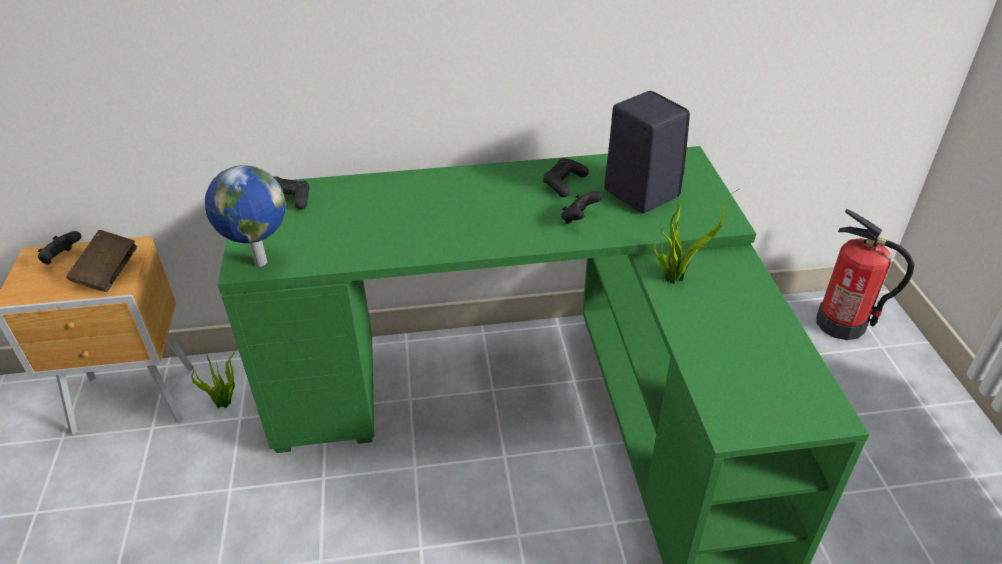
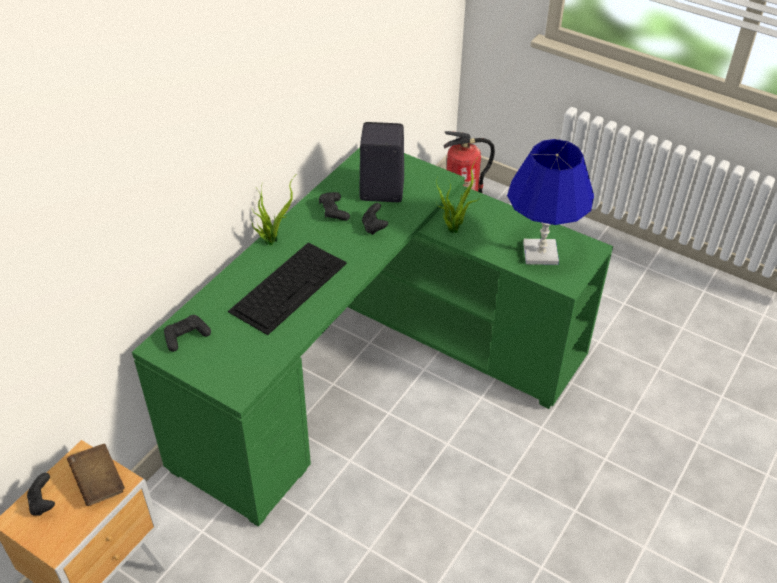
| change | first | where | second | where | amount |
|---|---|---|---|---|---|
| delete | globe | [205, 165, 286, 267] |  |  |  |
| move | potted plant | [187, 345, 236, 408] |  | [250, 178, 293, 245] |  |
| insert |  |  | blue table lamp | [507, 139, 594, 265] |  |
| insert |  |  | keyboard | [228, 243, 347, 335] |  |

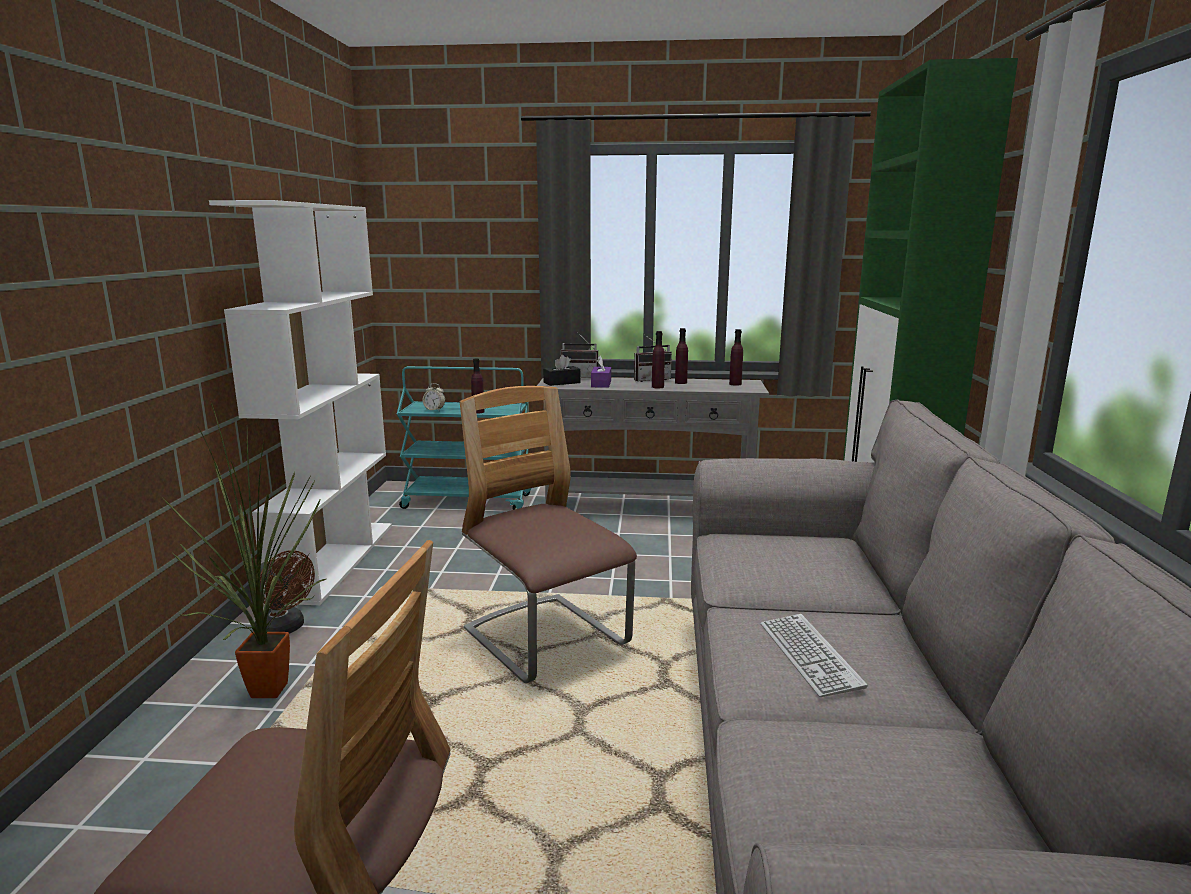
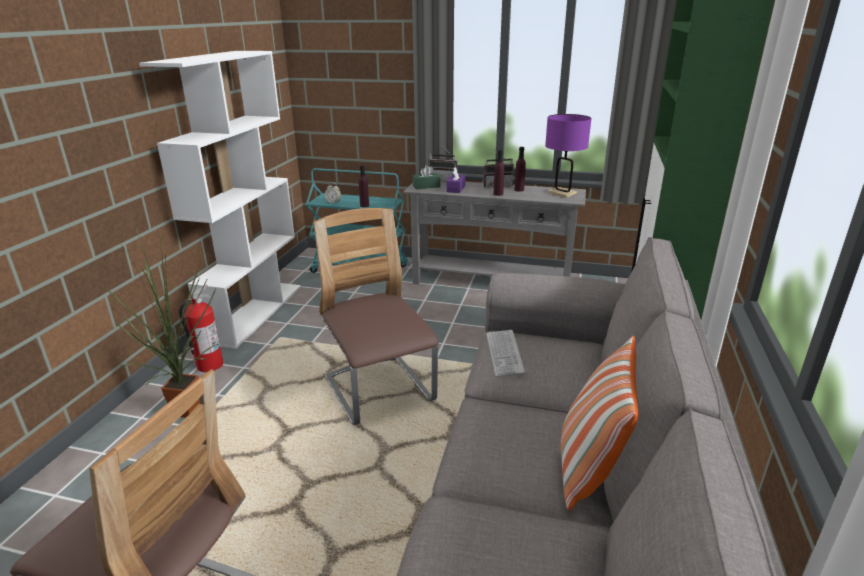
| change | first | where | second | where | amount |
|---|---|---|---|---|---|
| replace | purple bottle | [729, 329, 743, 386] | purple table lamp | [545, 114, 592, 198] |  |
| recolor | black tissue box | [543, 355, 580, 386] | green tissue box | [412, 165, 441, 189] |  |
| replace | brown fan | [255, 550, 315, 634] | fire extinguisher | [179, 285, 223, 372] |  |
| move | keyboard | [761, 614, 867, 697] |  | [486, 330, 525, 377] |  |
| insert |  |  | pillow | [561, 336, 639, 510] |  |

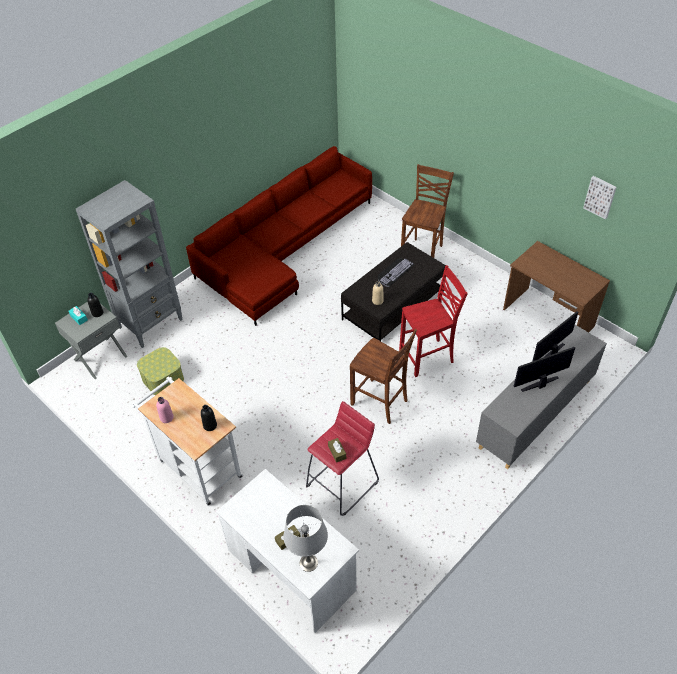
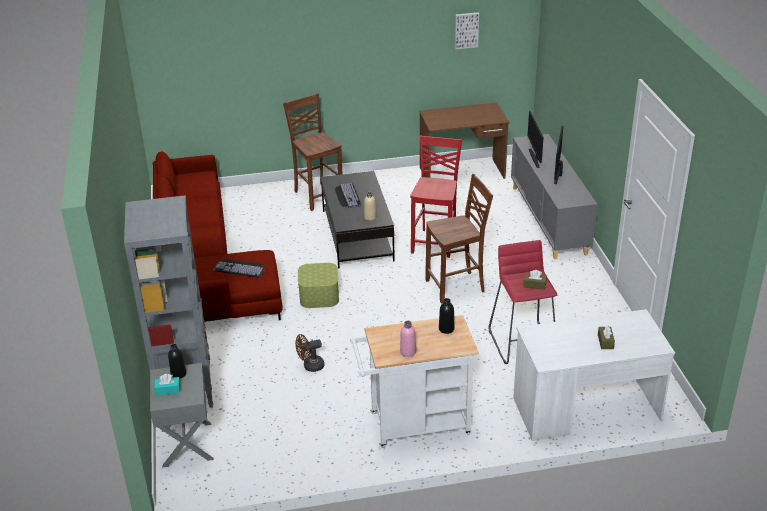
| change | first | where | second | where | amount |
|---|---|---|---|---|---|
| move | storage box | [137, 347, 184, 396] |  | [298, 263, 339, 308] |  |
| delete | grey table lamp | [283, 505, 328, 572] |  |  |  |
| insert |  |  | keyboard | [213, 259, 265, 277] |  |
| insert |  |  | brown fan | [295, 334, 324, 372] |  |

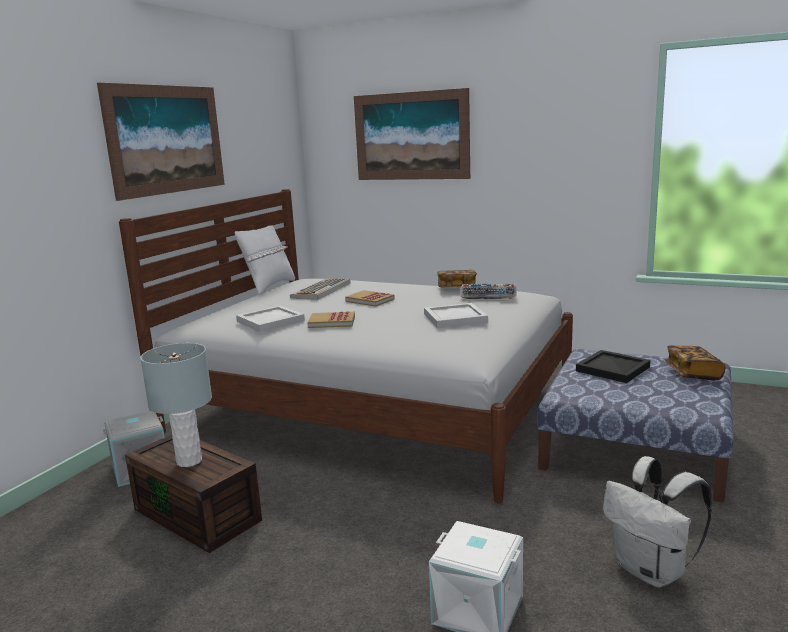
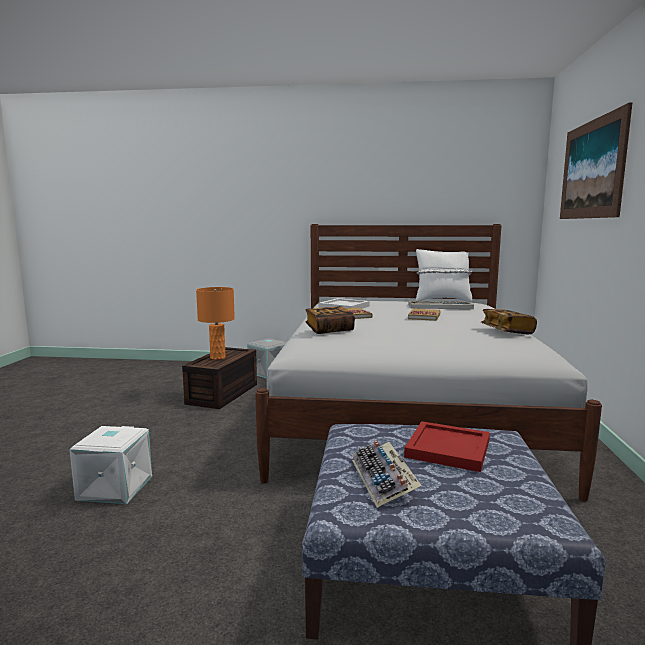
| change | first | where | second | where | amount |
|---|---|---|---|---|---|
| delete | picture | [97, 83, 225, 201] |  |  |  |
| move | keyboard | [460, 284, 517, 300] |  | [352, 441, 422, 508] |  |
| delete | white tray | [424, 303, 488, 328] |  |  |  |
| recolor | grey table lamp | [140, 343, 212, 467] | orange table lamp | [196, 287, 235, 360] |  |
| move | book | [665, 345, 726, 380] |  | [305, 306, 355, 334] |  |
| recolor | black tray | [576, 350, 651, 383] | red tray | [404, 421, 490, 472] |  |
| delete | white backpack | [603, 456, 712, 588] |  |  |  |

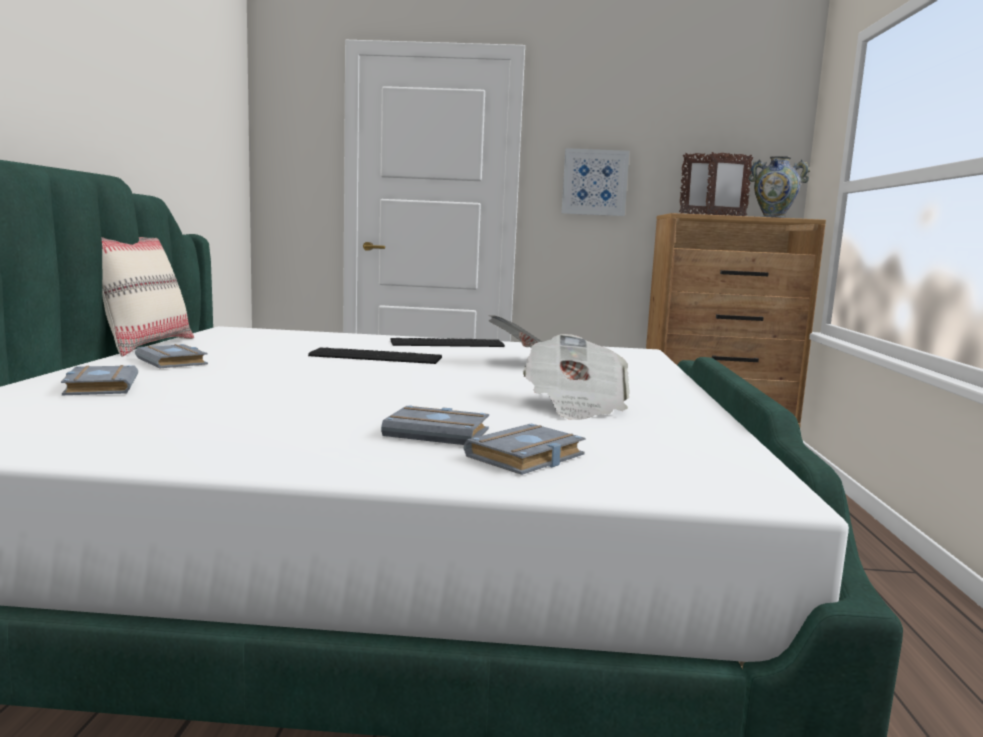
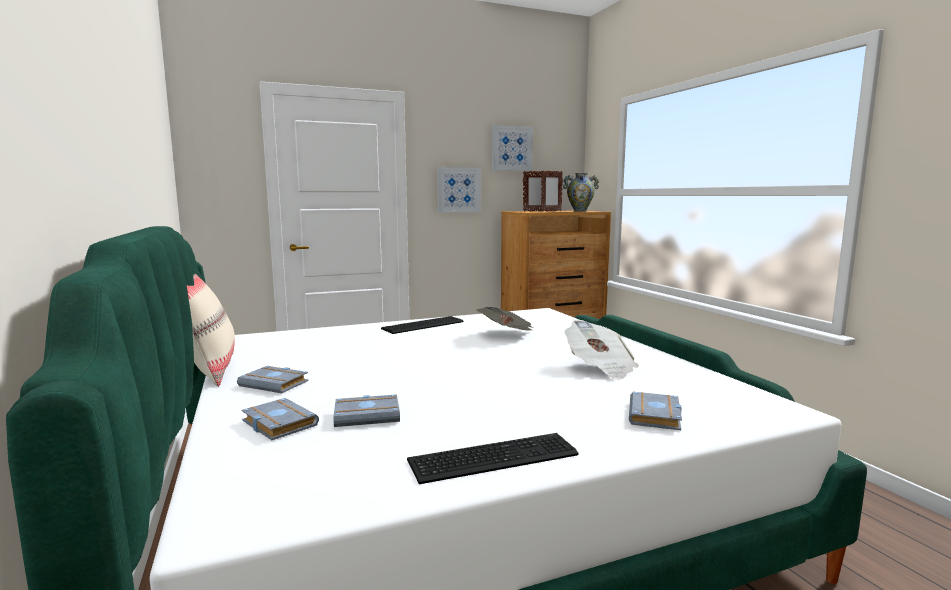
| change | first | where | second | where | amount |
|---|---|---|---|---|---|
| move | keyboard | [308, 348, 442, 364] |  | [407, 433, 578, 484] |  |
| move | grey book | [381, 405, 489, 445] |  | [333, 394, 400, 427] |  |
| insert |  |  | picture | [492, 125, 533, 171] |  |

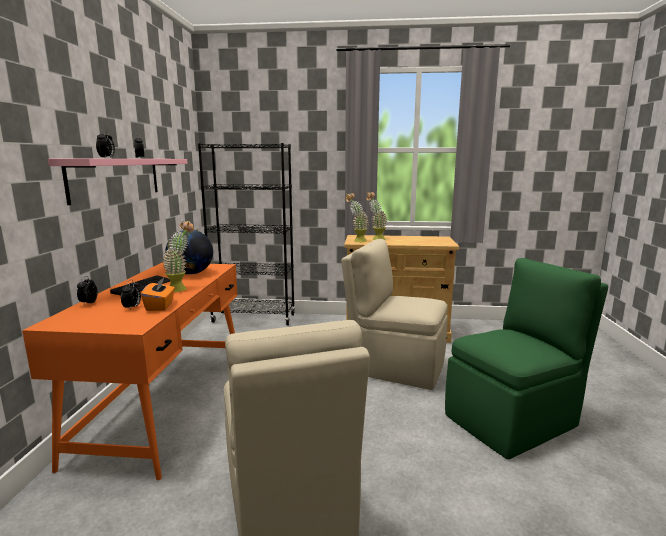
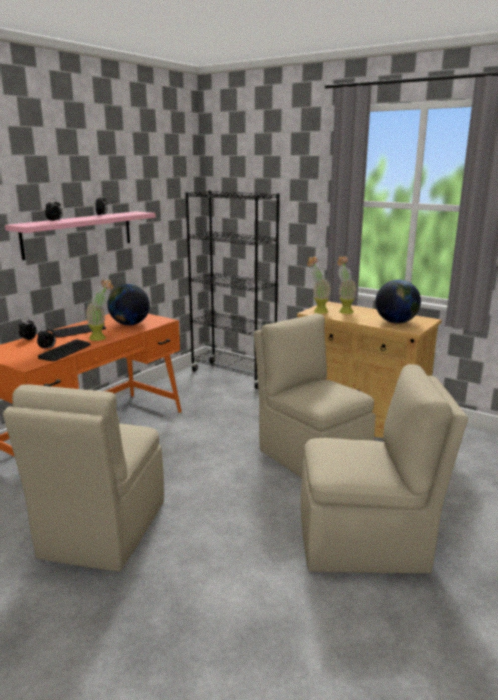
| change | first | where | second | where | amount |
|---|---|---|---|---|---|
| recolor | green chair | [445, 258, 608, 459] | beige chair | [301, 364, 468, 573] |  |
| replace | orange tissue box | [141, 278, 175, 311] | keyboard | [38, 339, 91, 361] |  |
| insert |  |  | globe | [375, 280, 421, 324] |  |

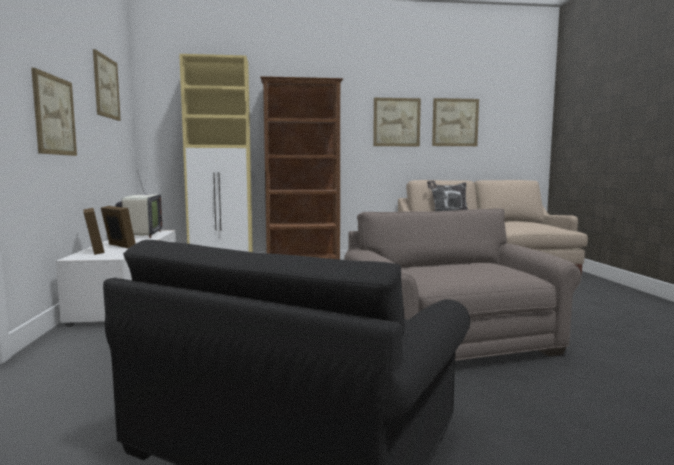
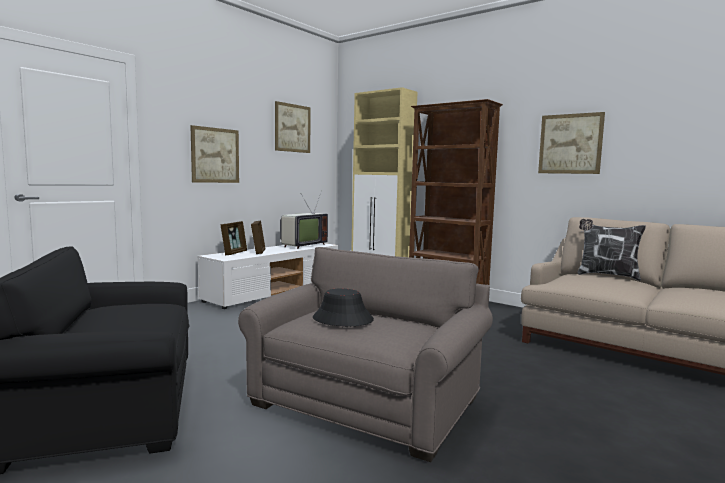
| change | first | where | second | where | amount |
|---|---|---|---|---|---|
| delete | picture | [432, 98, 479, 146] |  |  |  |
| insert |  |  | black hat | [313, 288, 374, 327] |  |

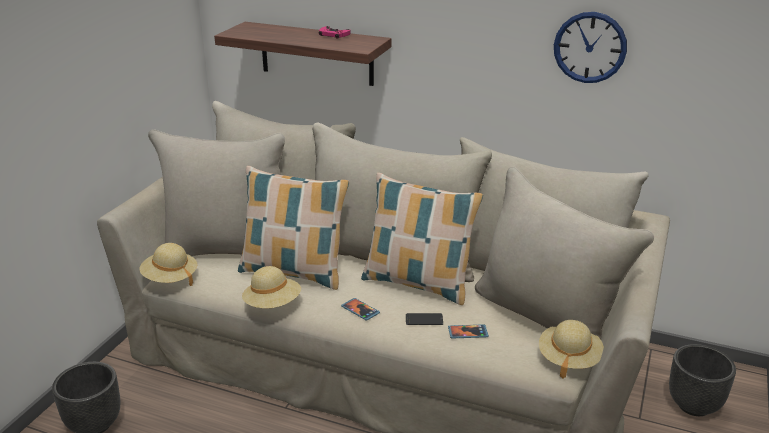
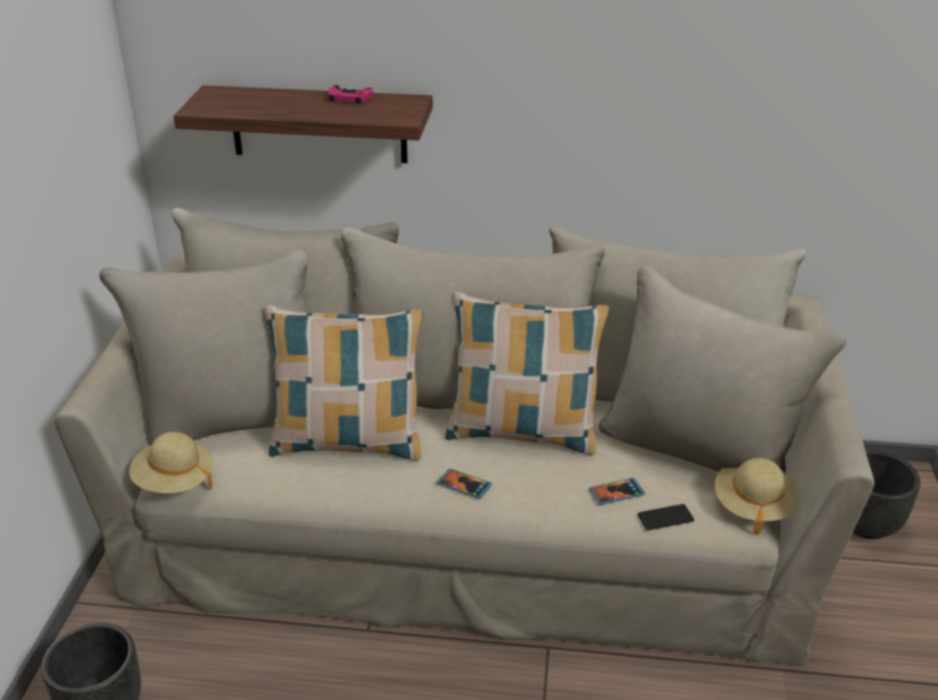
| change | first | where | second | where | amount |
|---|---|---|---|---|---|
| delete | wall clock | [554, 12, 627, 83] |  |  |  |
| delete | beige hat | [242, 266, 301, 308] |  |  |  |
| move | phone | [406, 313, 443, 325] |  | [638, 504, 694, 530] |  |

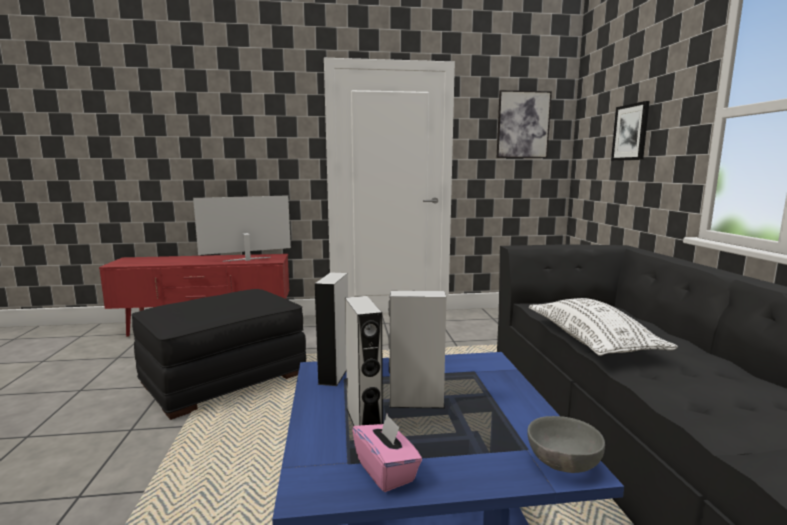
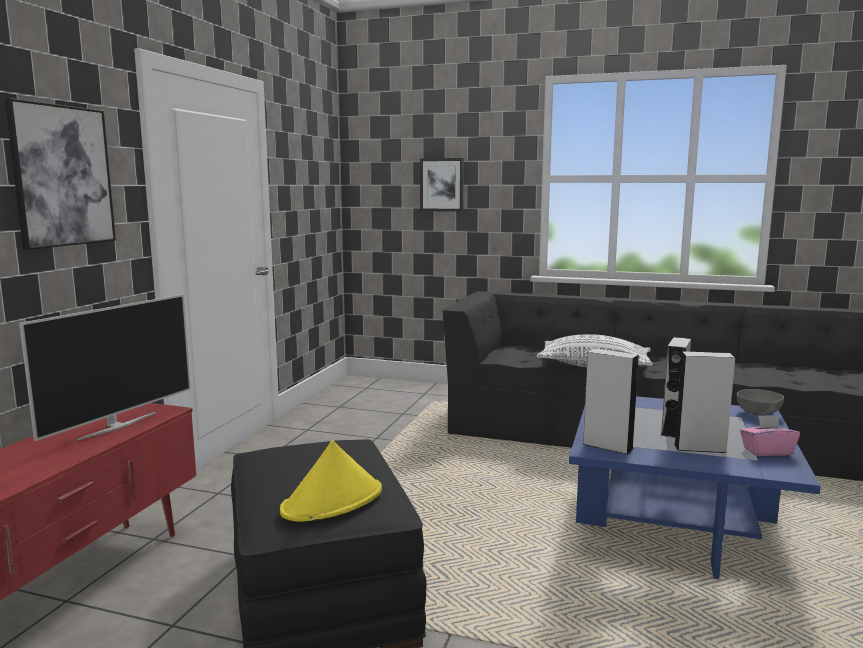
| change | first | where | second | where | amount |
|---|---|---|---|---|---|
| move | picture | [497, 90, 552, 158] |  | [5, 98, 116, 250] |  |
| rotate | television | [193, 195, 291, 262] |  | [19, 294, 191, 441] | 150 degrees counterclockwise |
| insert |  |  | yellow hat | [280, 440, 382, 522] |  |

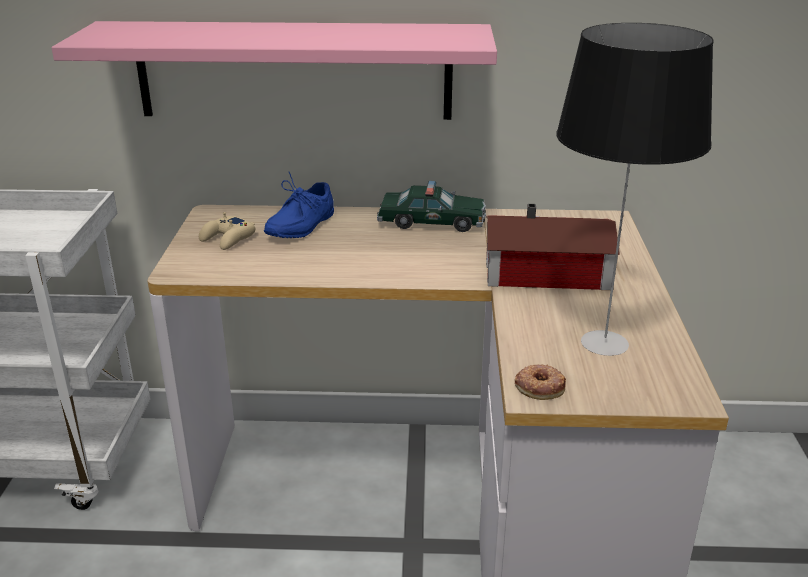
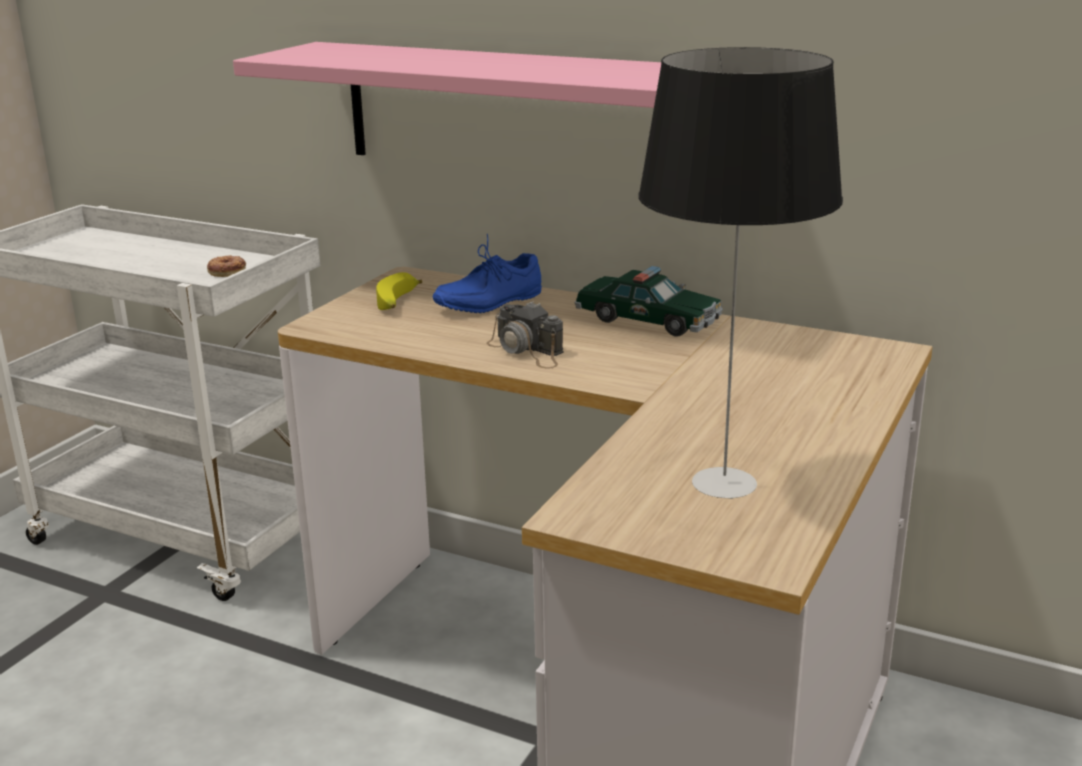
| change | first | where | second | where | amount |
|---|---|---|---|---|---|
| delete | toy house | [486, 204, 620, 290] |  |  |  |
| replace | beige game controller | [199, 212, 255, 250] | banana | [376, 272, 422, 310] |  |
| move | donut | [515, 364, 566, 400] |  | [207, 255, 246, 277] |  |
| insert |  |  | photo camera | [487, 302, 564, 369] |  |

